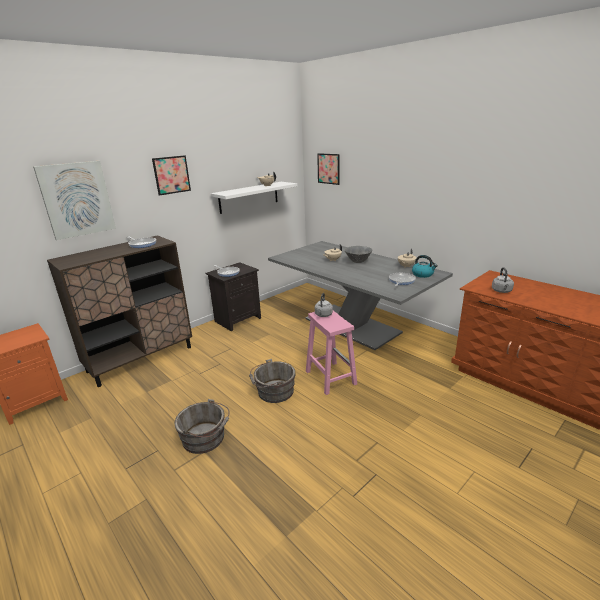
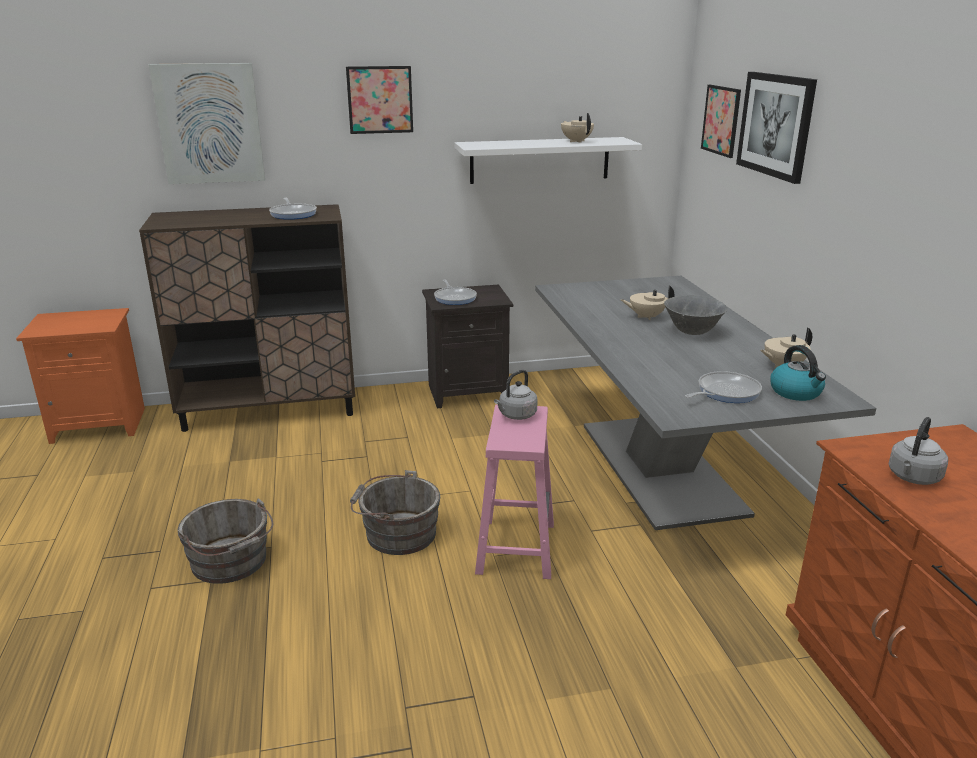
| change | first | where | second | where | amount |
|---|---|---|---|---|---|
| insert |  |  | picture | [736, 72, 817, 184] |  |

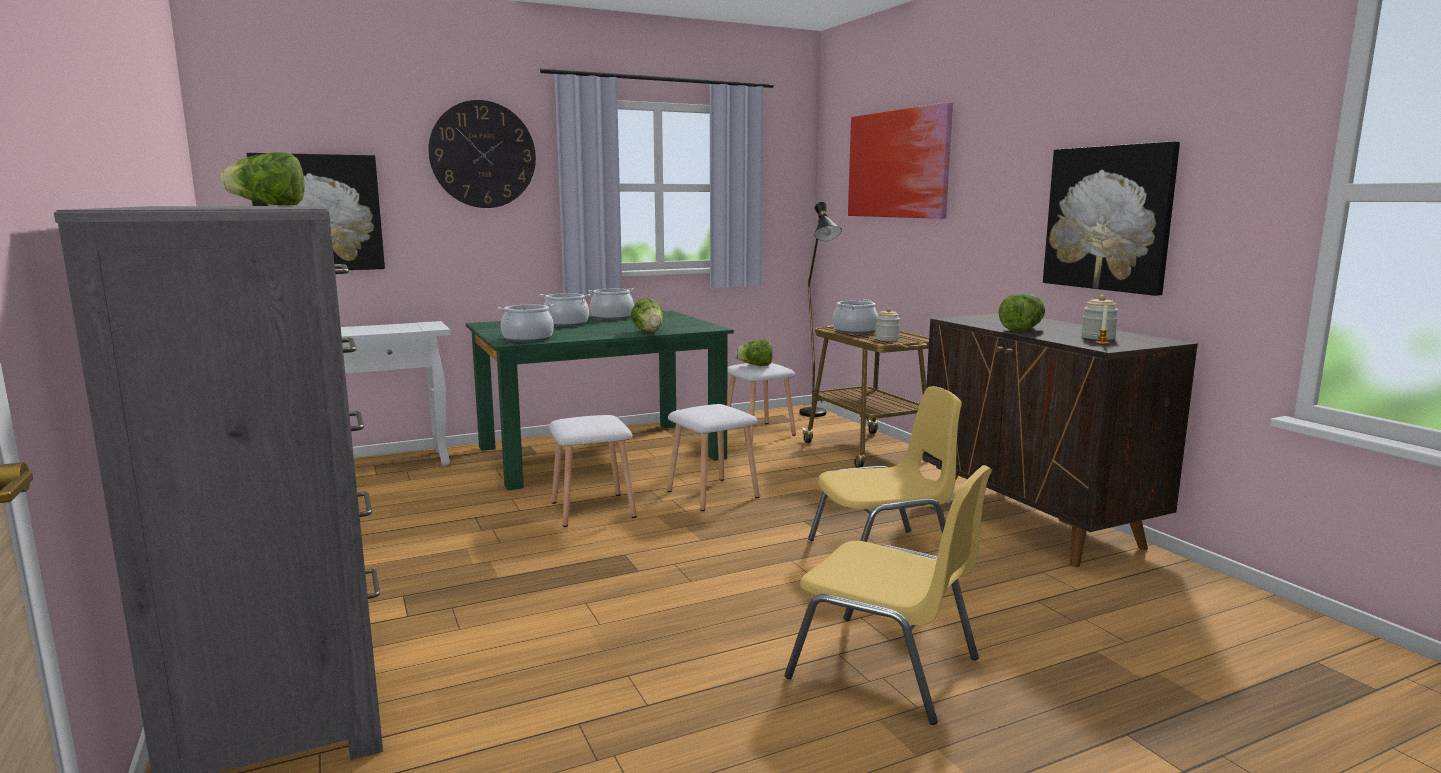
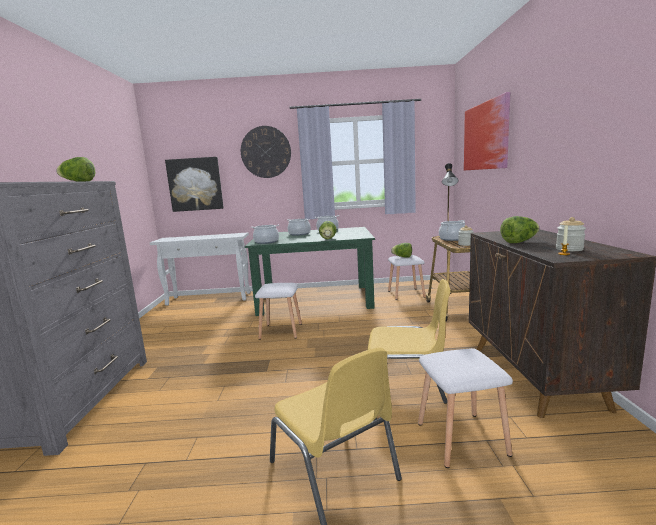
| change | first | where | second | where | amount |
|---|---|---|---|---|---|
| delete | picture | [1043, 141, 1180, 296] |  |  |  |
| move | white stool | [667, 404, 760, 511] |  | [418, 348, 513, 468] |  |

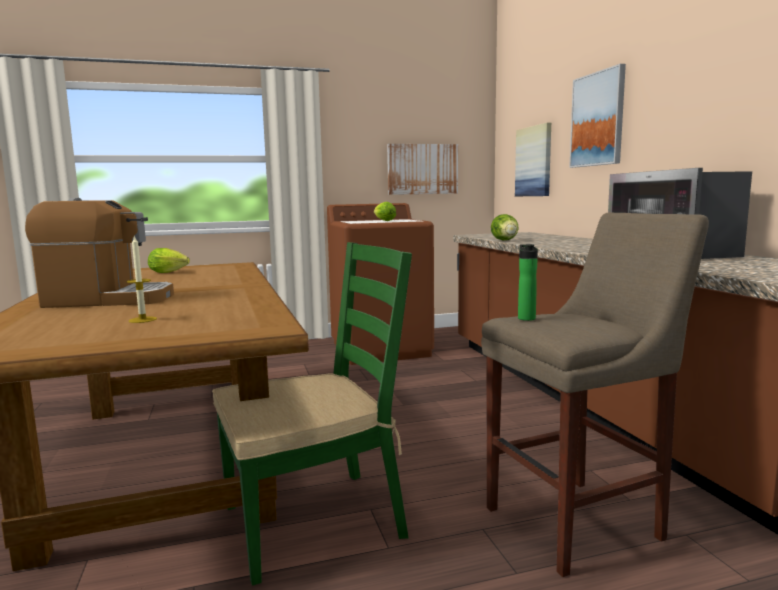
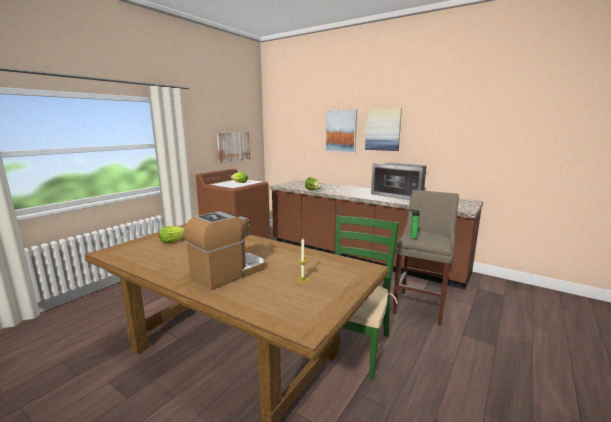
| change | first | where | second | where | amount |
|---|---|---|---|---|---|
| move | picture | [515, 123, 551, 196] |  | [365, 108, 402, 151] |  |

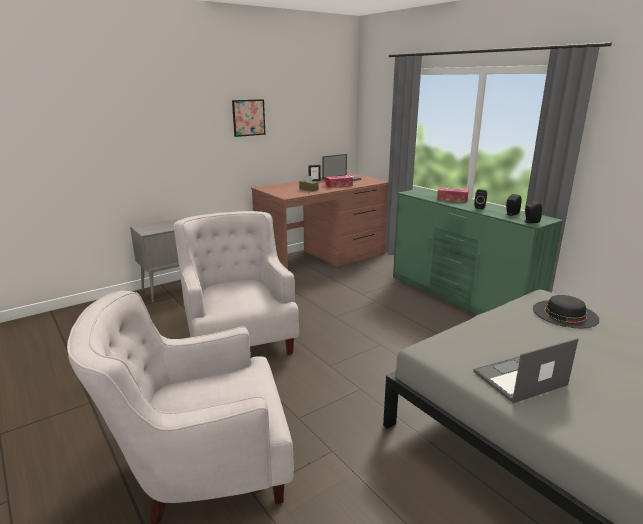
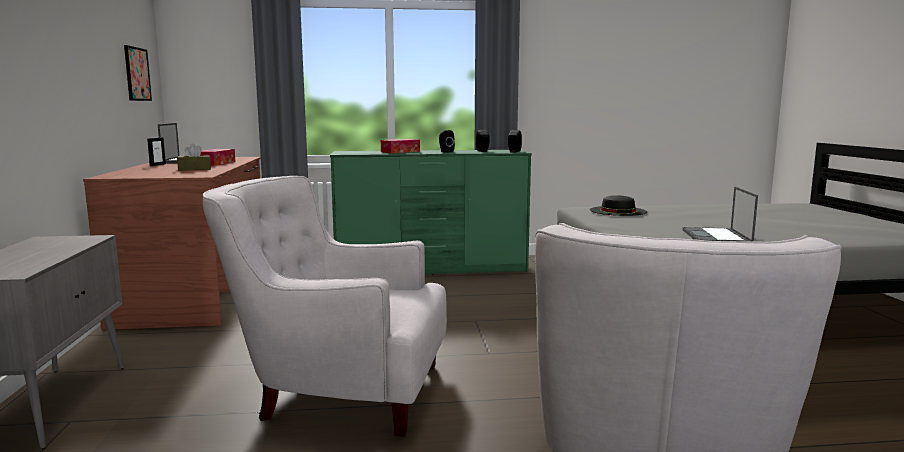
| change | first | where | second | where | amount |
|---|---|---|---|---|---|
| move | picture | [232, 99, 266, 137] |  | [124, 45, 152, 101] |  |

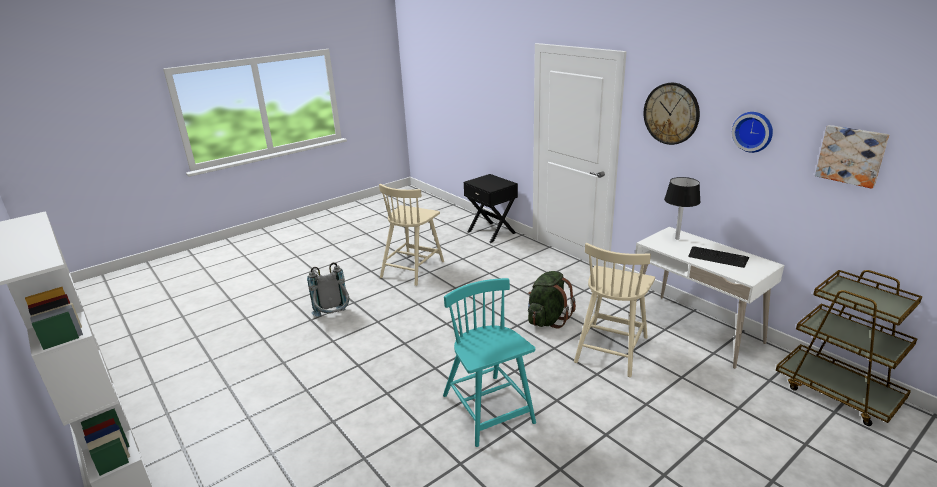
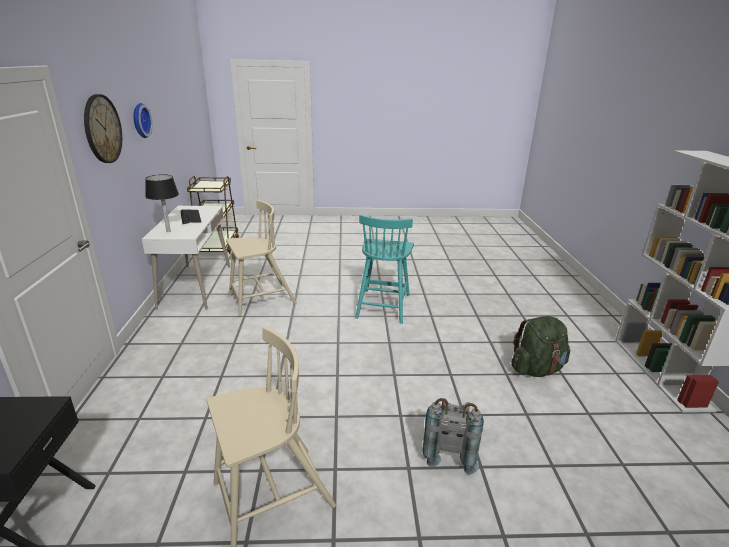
| change | first | where | second | where | amount |
|---|---|---|---|---|---|
| delete | picture | [815, 125, 890, 189] |  |  |  |
| move | green backpack | [528, 271, 576, 328] |  | [511, 316, 570, 377] |  |

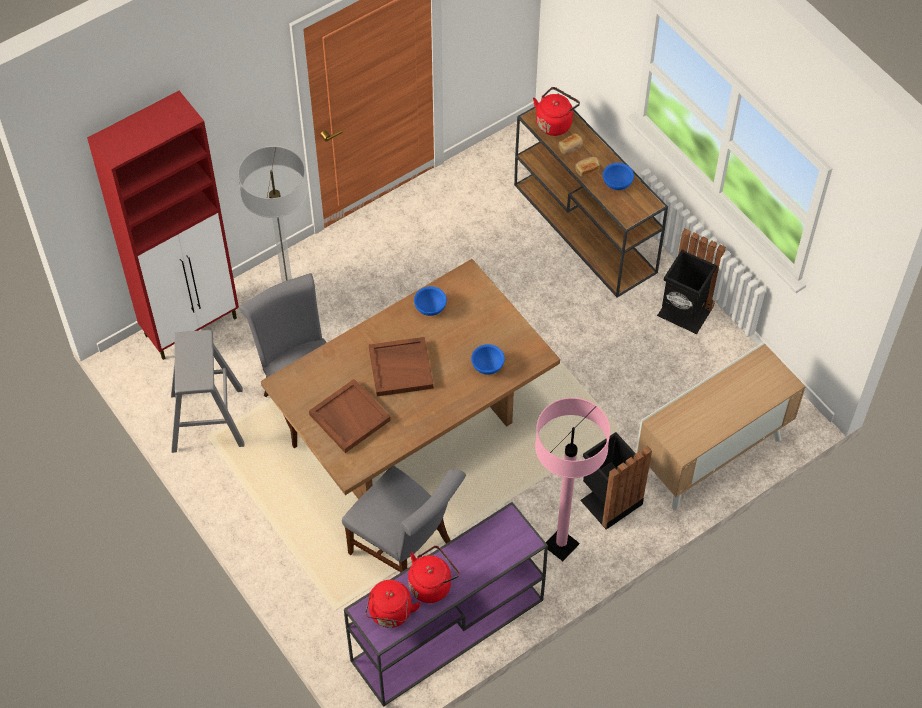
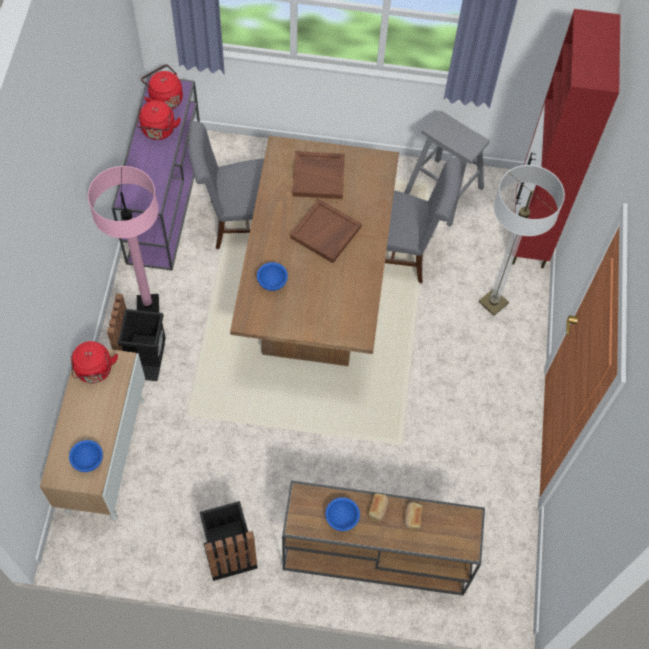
| change | first | where | second | where | amount |
|---|---|---|---|---|---|
| move | red kettle | [533, 87, 580, 136] |  | [71, 341, 118, 383] |  |
| move | blue bowl | [414, 286, 447, 316] |  | [69, 440, 103, 472] |  |

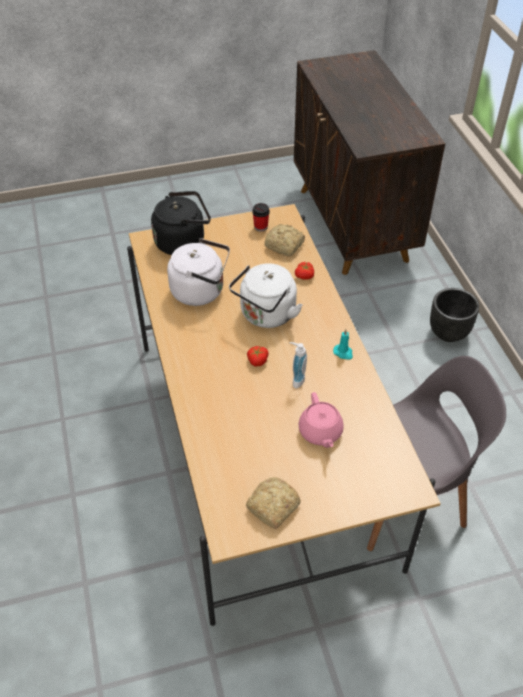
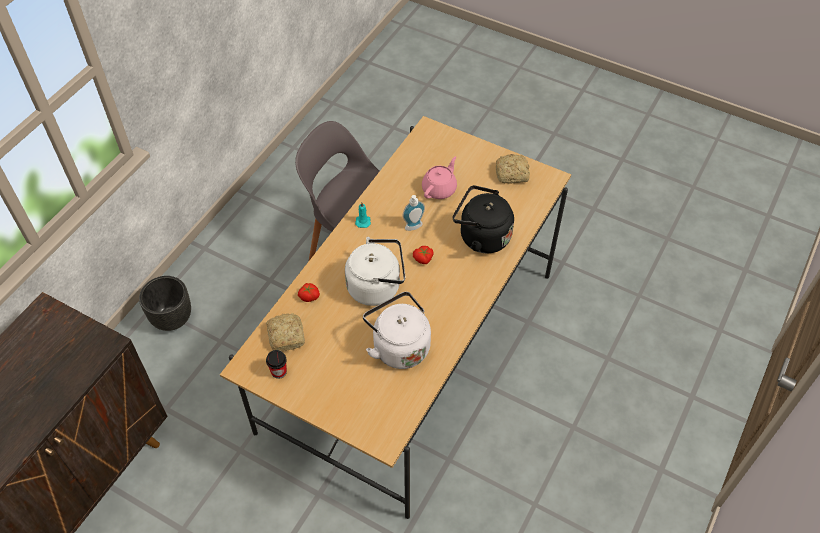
| change | first | where | second | where | amount |
|---|---|---|---|---|---|
| move | black kettle | [151, 191, 211, 255] |  | [453, 185, 514, 253] |  |

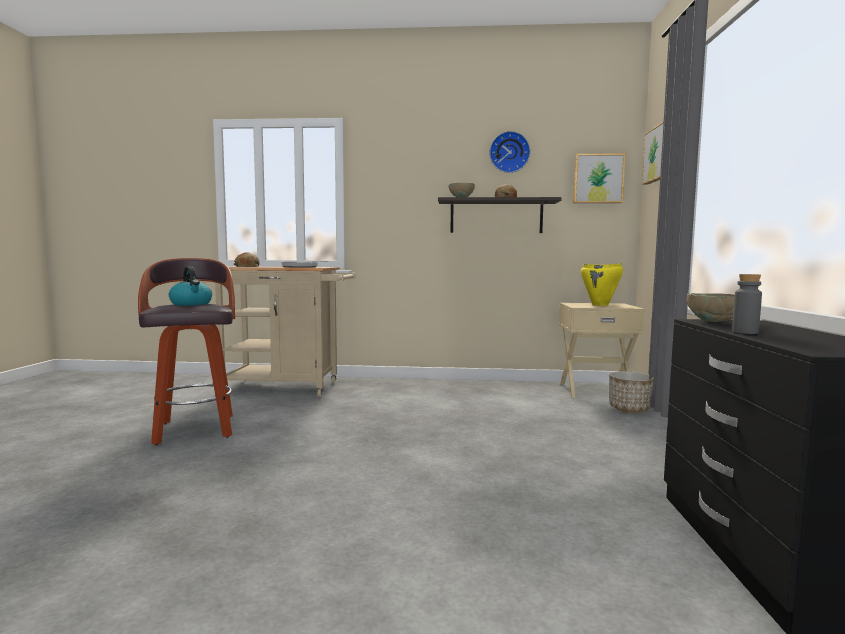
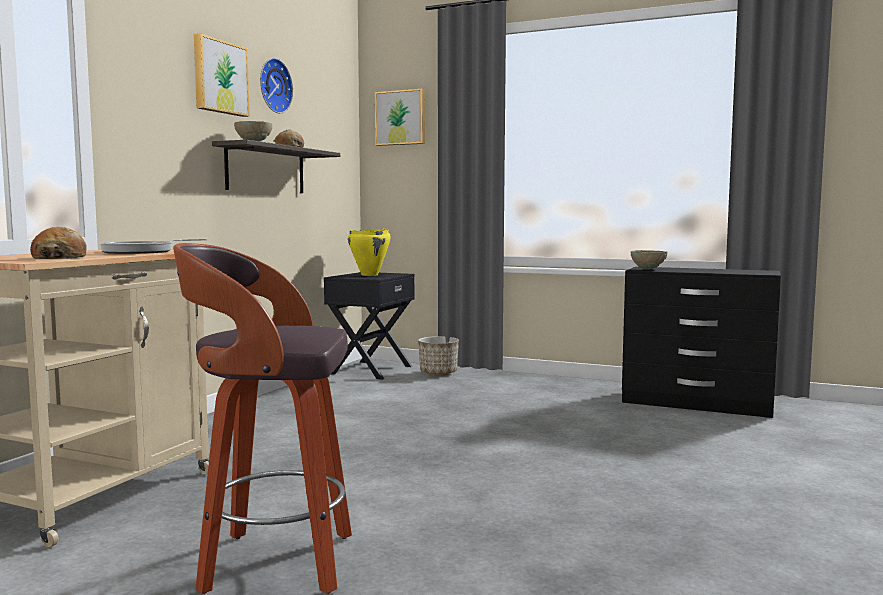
| change | first | where | second | where | amount |
|---|---|---|---|---|---|
| move | picture | [573, 153, 625, 203] |  | [194, 33, 250, 117] |  |
| delete | kettle | [169, 266, 212, 306] |  |  |  |
| delete | grey bottle | [732, 274, 762, 334] |  |  |  |
| recolor | beige nightstand | [559, 303, 645, 398] | black nightstand | [324, 272, 415, 380] |  |

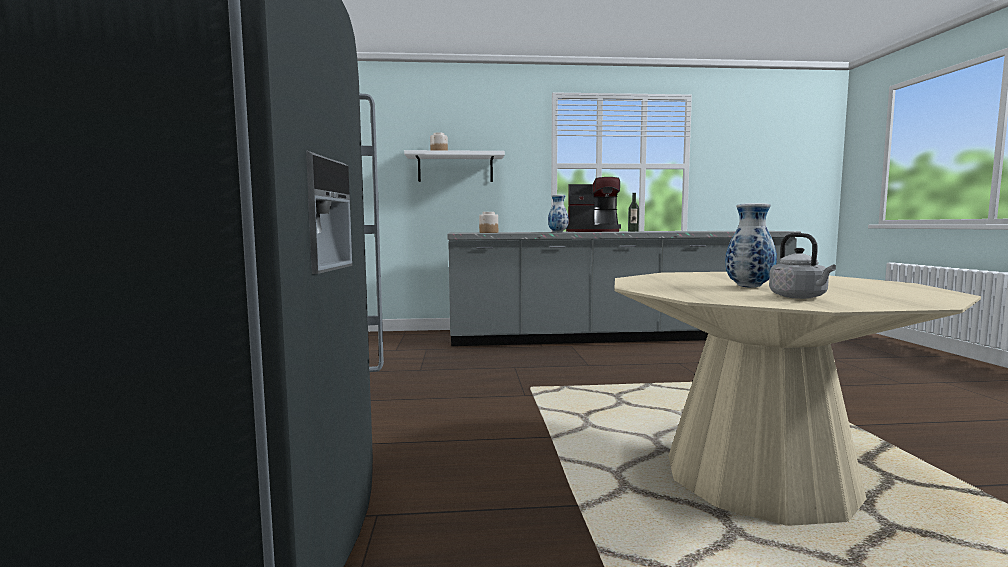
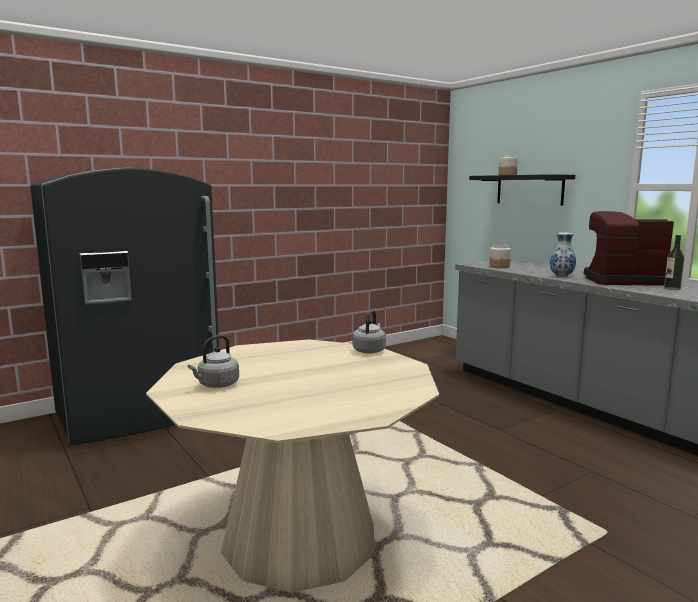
| change | first | where | second | where | amount |
|---|---|---|---|---|---|
| recolor | white shelf | [404, 150, 505, 182] | black shelf | [469, 174, 575, 205] |  |
| rotate | coffee machine | [566, 177, 621, 232] |  | [584, 211, 674, 286] | 120 degrees clockwise |
| delete | vase | [725, 203, 777, 288] |  |  |  |
| insert |  |  | grey kettle | [352, 310, 386, 354] |  |

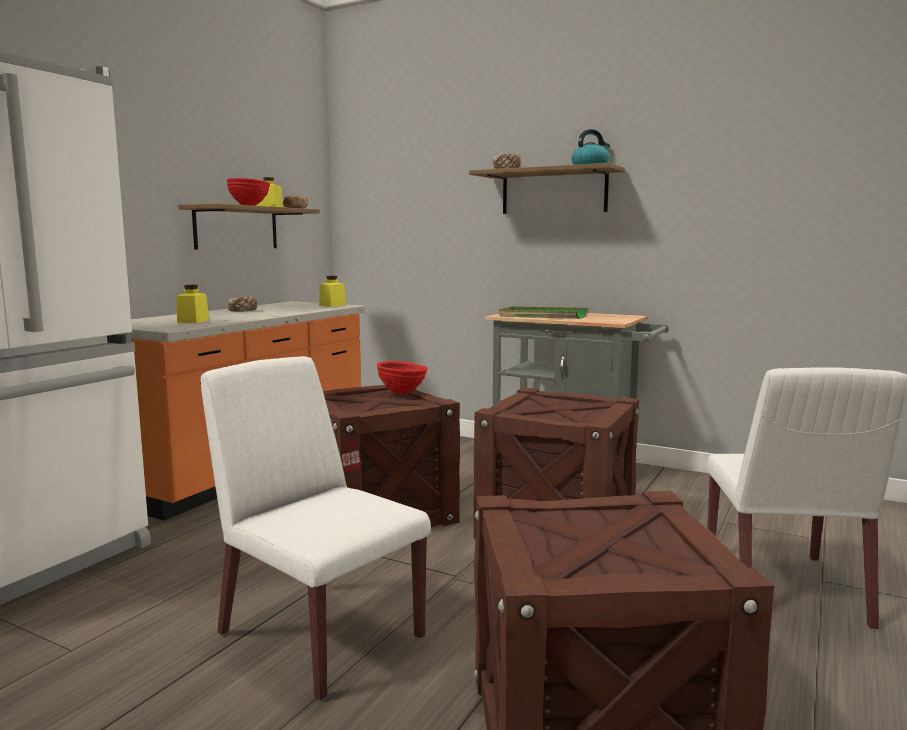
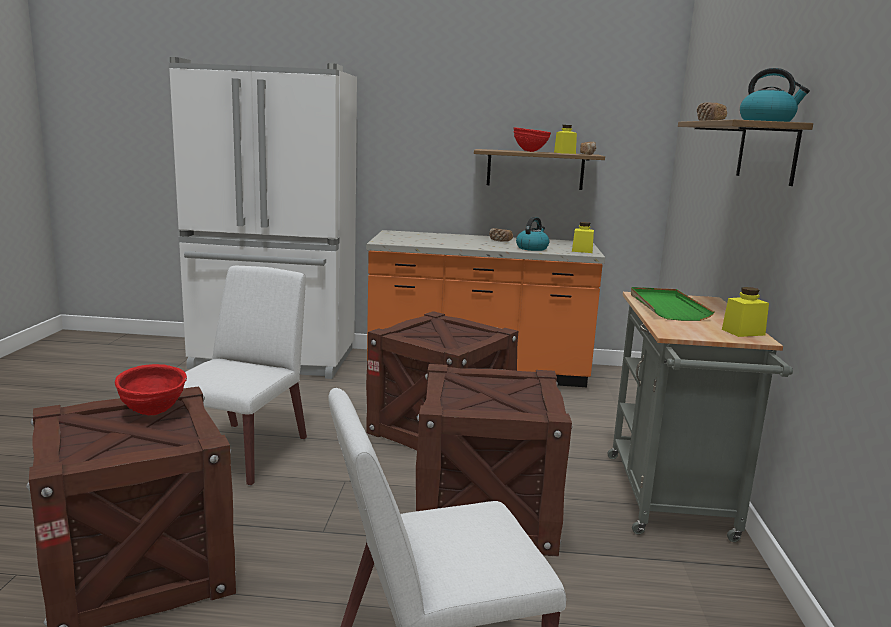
| change | first | where | second | where | amount |
|---|---|---|---|---|---|
| move | yellow jar | [177, 285, 209, 323] |  | [722, 287, 769, 337] |  |
| move | red bowl | [377, 361, 428, 395] |  | [115, 364, 187, 415] |  |
| insert |  |  | kettle | [516, 217, 549, 251] |  |

